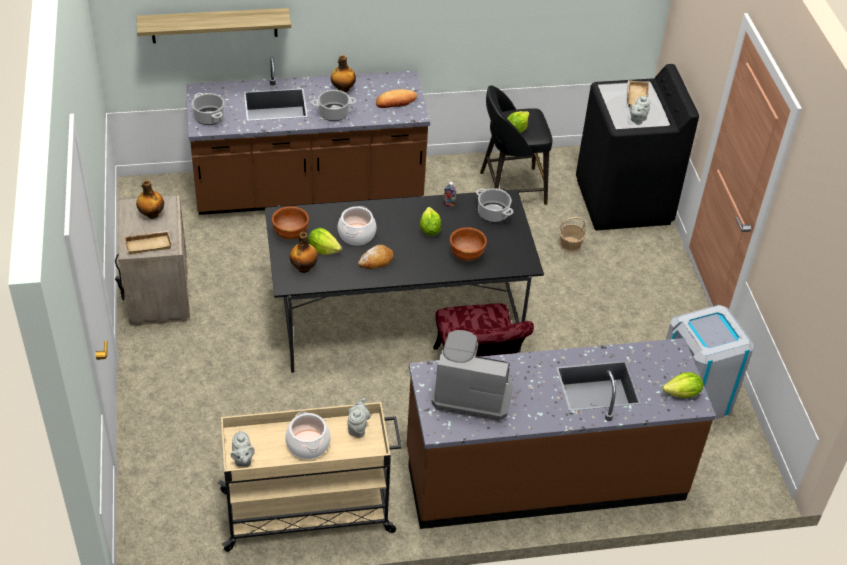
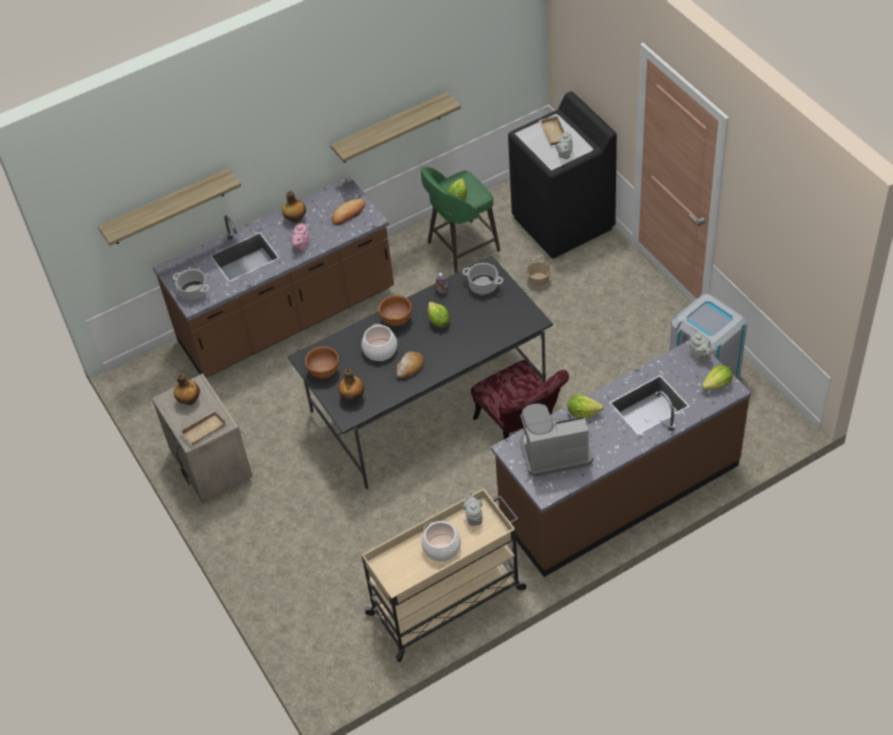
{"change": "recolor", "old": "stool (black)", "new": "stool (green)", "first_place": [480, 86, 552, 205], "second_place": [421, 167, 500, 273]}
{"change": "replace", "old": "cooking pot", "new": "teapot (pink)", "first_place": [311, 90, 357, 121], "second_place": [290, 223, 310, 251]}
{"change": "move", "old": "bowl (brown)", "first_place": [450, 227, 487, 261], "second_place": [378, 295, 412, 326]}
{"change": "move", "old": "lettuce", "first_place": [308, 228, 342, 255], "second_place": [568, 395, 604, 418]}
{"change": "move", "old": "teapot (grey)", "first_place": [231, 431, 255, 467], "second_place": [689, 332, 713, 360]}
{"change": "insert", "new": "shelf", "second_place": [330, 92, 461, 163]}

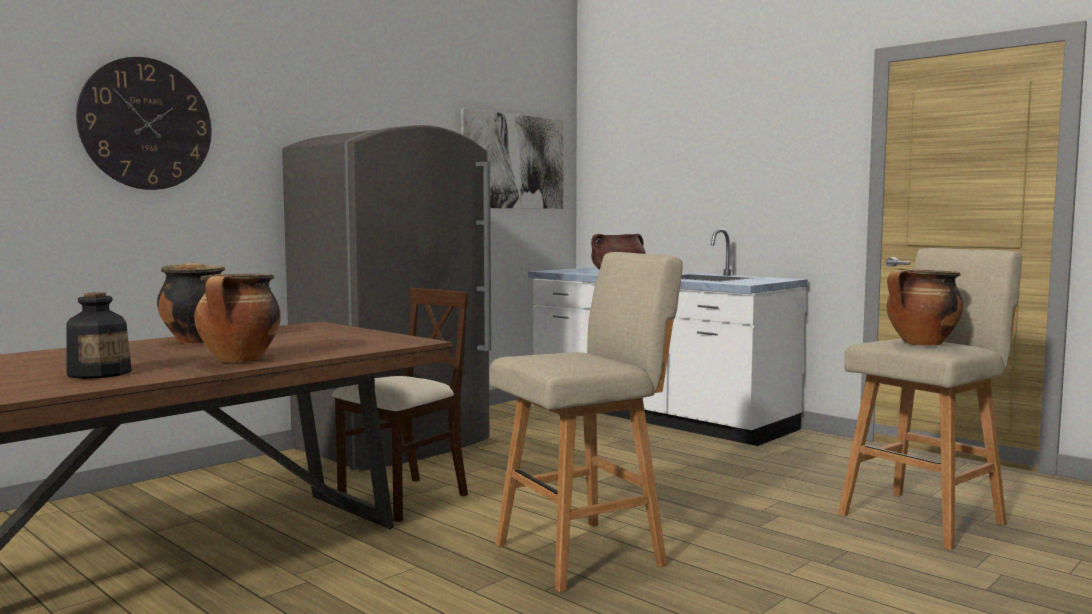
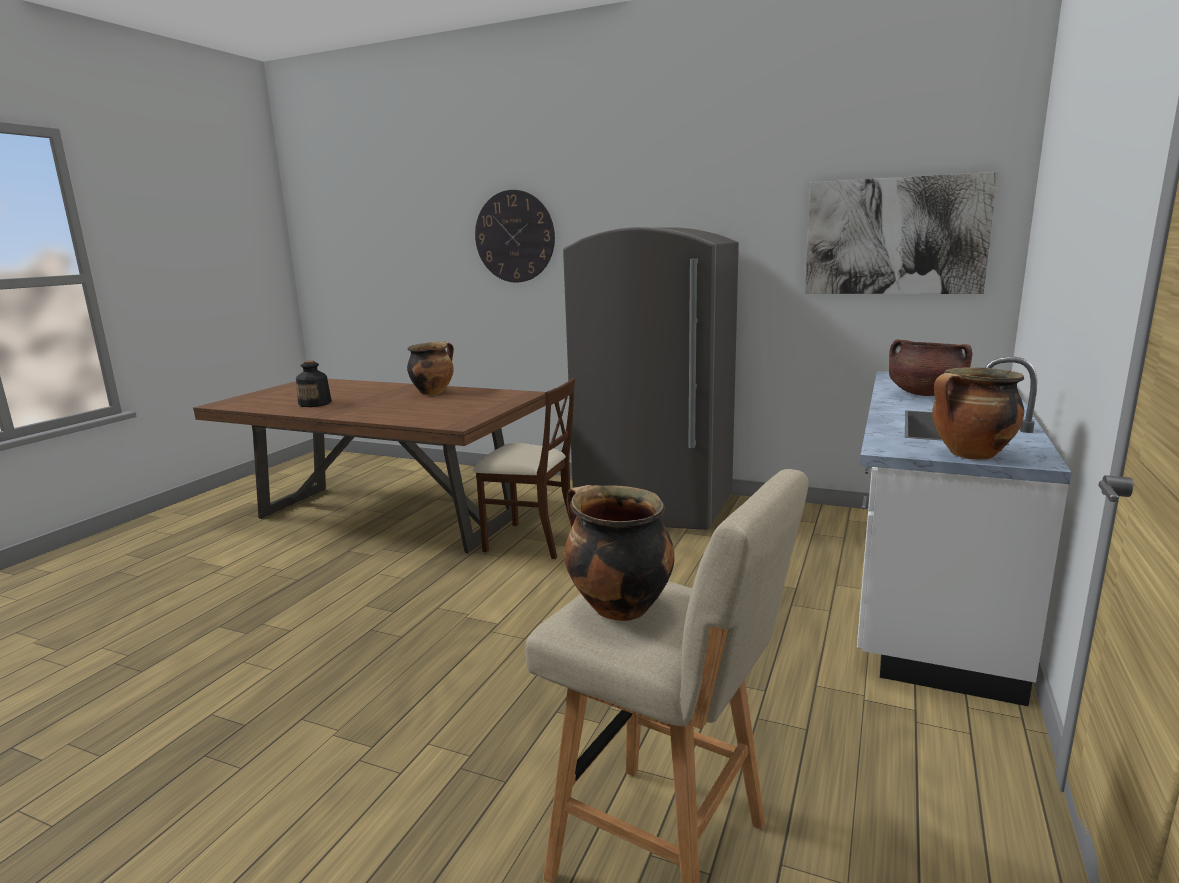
{"change": "delete", "old": "stool (beige)", "first_place": [490, 252, 683, 592]}
{"change": "move", "old": "cooking pot", "first_place": [194, 274, 281, 362], "second_place": [932, 367, 1024, 459]}

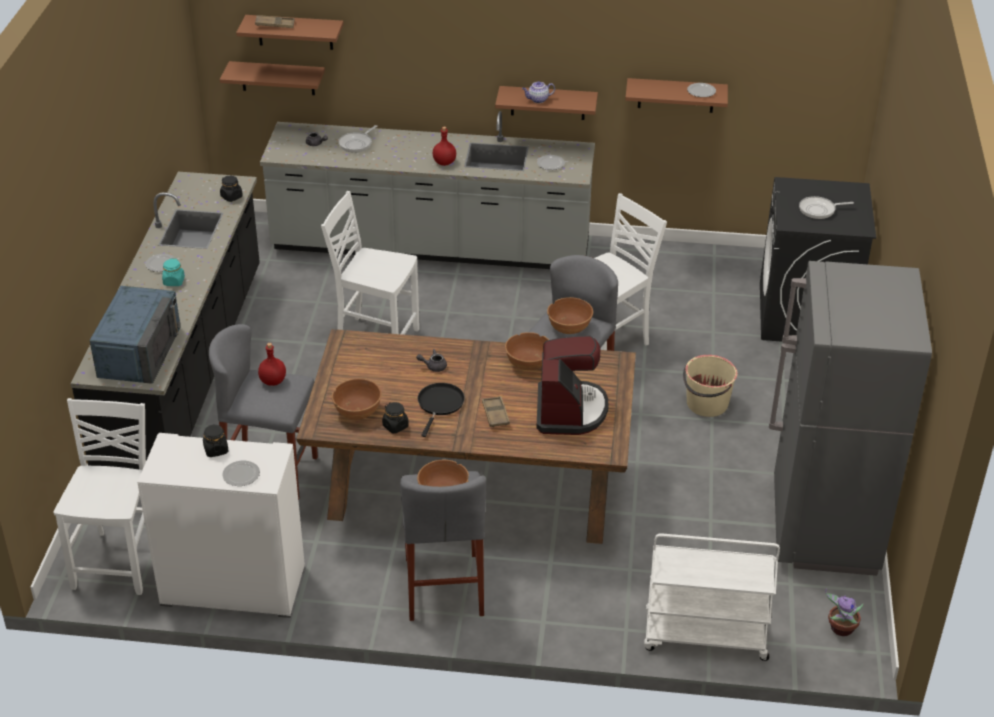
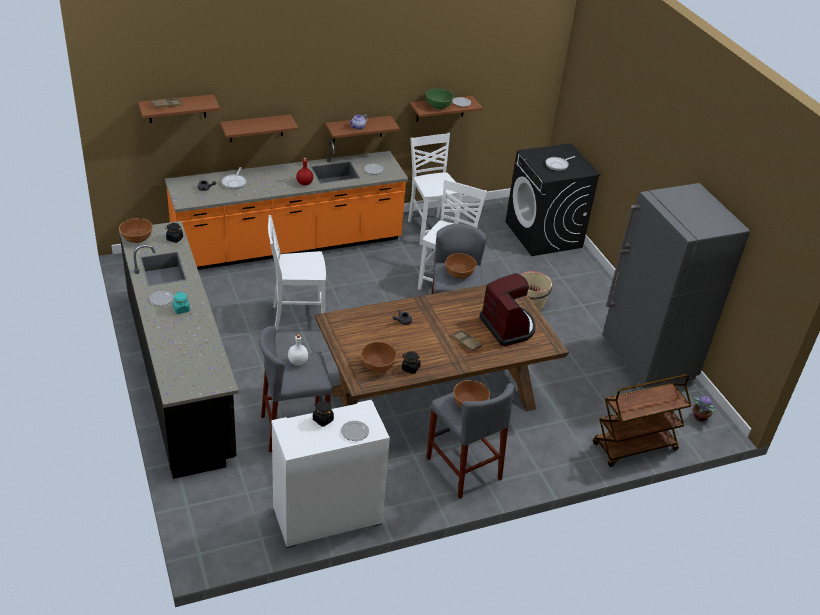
{"change": "move", "old": "shelf (brown)", "first_place": [220, 61, 325, 95], "second_place": [220, 114, 298, 142]}
{"change": "recolor", "old": "counter (grey)", "new": "counter (orange)", "first_place": [260, 111, 595, 269], "second_place": [165, 140, 408, 270]}
{"change": "delete", "old": "microwave (blue)", "first_place": [90, 286, 181, 384]}
{"change": "move", "old": "bowl (brown)", "first_place": [505, 332, 549, 370], "second_place": [119, 218, 153, 243]}
{"change": "recolor", "old": "bottle (red)", "new": "bottle (white)", "first_place": [258, 343, 286, 386], "second_place": [288, 334, 308, 365]}
{"change": "delete", "old": "frying pan (black)", "first_place": [418, 383, 465, 437]}
{"change": "move", "old": "chair (white)", "first_place": [53, 398, 146, 595], "second_place": [408, 133, 463, 245]}
{"change": "recolor", "old": "cart (white)", "new": "cart (brown)", "first_place": [644, 533, 780, 661], "second_place": [593, 374, 692, 467]}
{"change": "insert", "new": "bowl (green)", "second_place": [426, 89, 454, 109]}

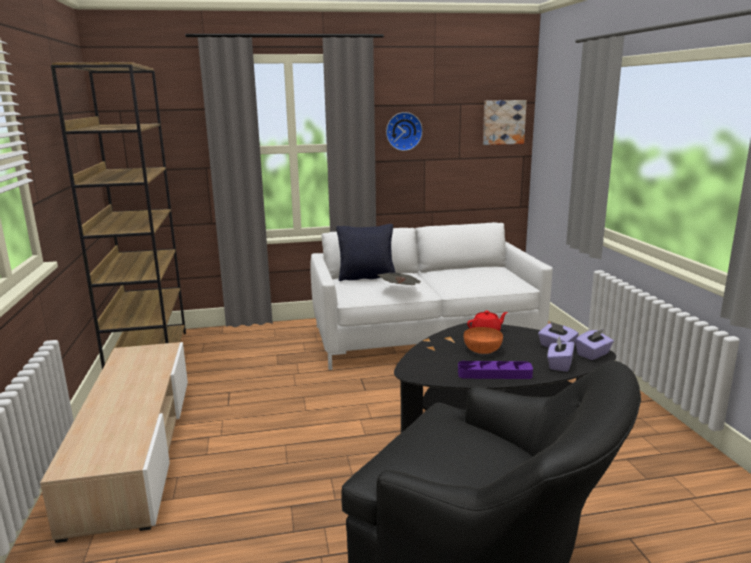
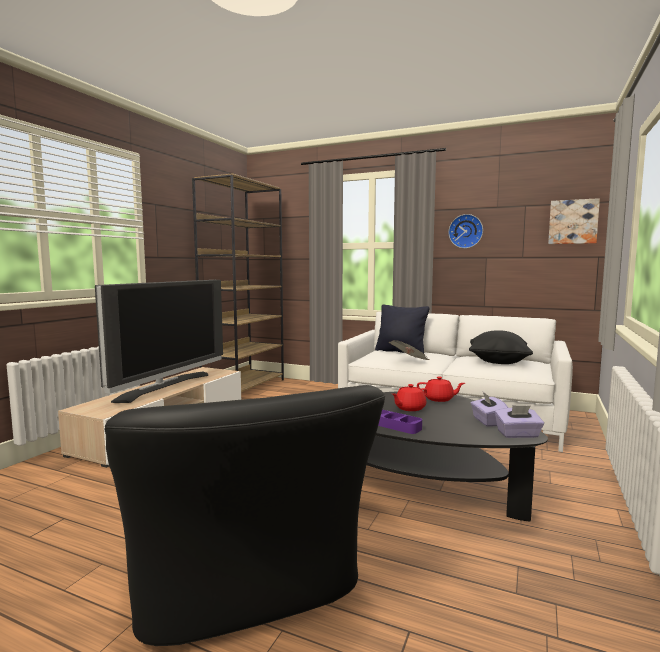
{"change": "replace", "old": "bowl (orange)", "new": "teapot (red)", "first_place": [464, 327, 503, 354], "second_place": [392, 384, 427, 411]}
{"change": "delete", "old": "tissue box (purple)", "first_place": [547, 336, 574, 372]}
{"change": "insert", "new": "television", "second_place": [95, 280, 223, 403]}
{"change": "insert", "new": "pillow (black)", "second_place": [469, 330, 533, 364]}

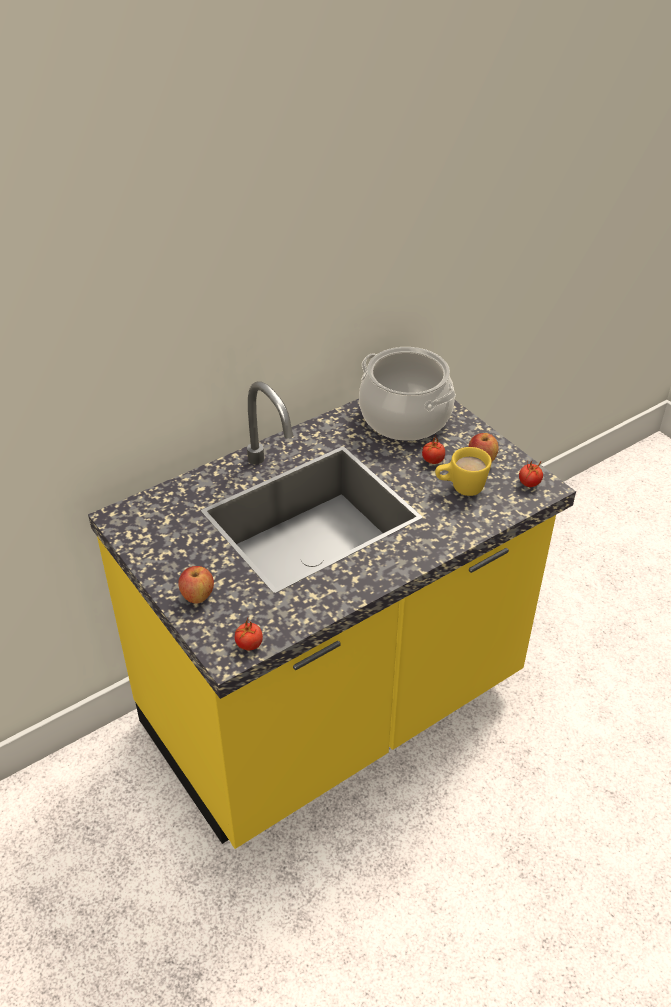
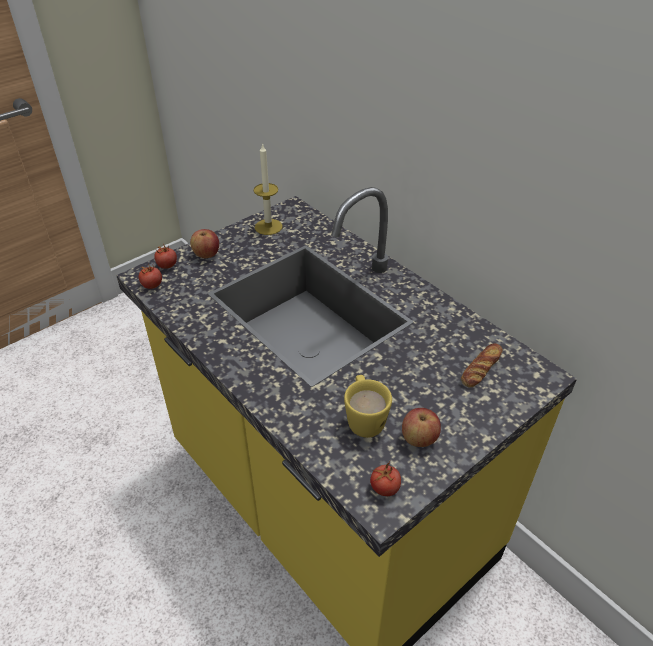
{"change": "replace", "old": "cooking pot", "new": "bread", "first_place": [359, 347, 456, 441], "second_place": [461, 343, 503, 388]}
{"change": "move", "old": "tomato", "first_place": [422, 436, 445, 464], "second_place": [154, 244, 177, 269]}
{"change": "insert", "new": "candle", "second_place": [253, 143, 283, 235]}

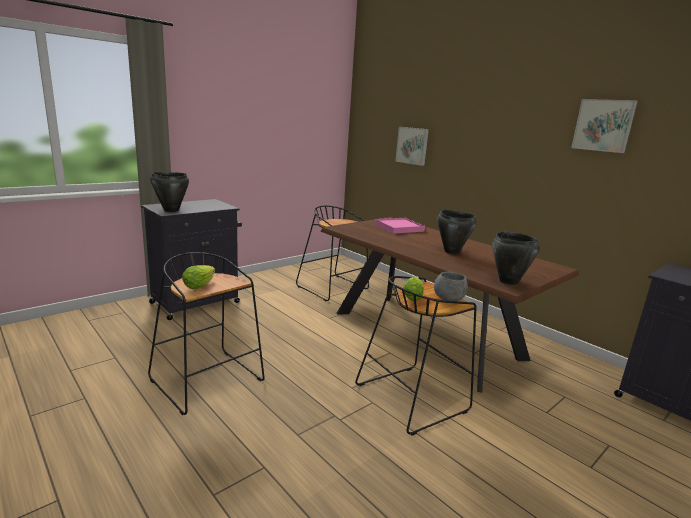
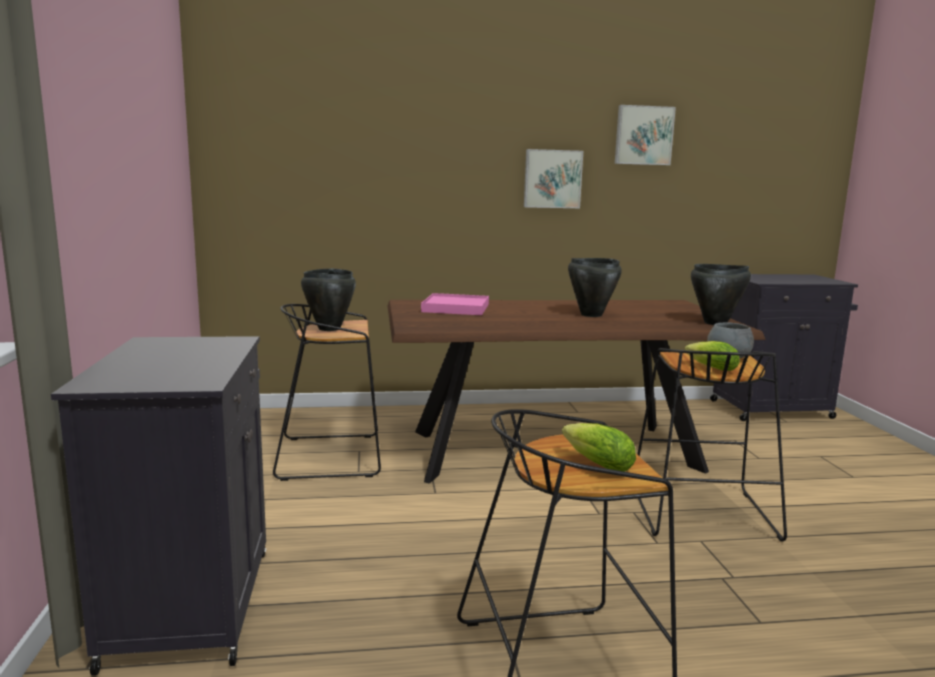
{"change": "move", "old": "picture", "first_place": [395, 127, 429, 166], "second_place": [524, 149, 583, 208]}
{"change": "move", "old": "cooking pot (black)", "first_place": [150, 172, 189, 212], "second_place": [301, 269, 356, 331]}

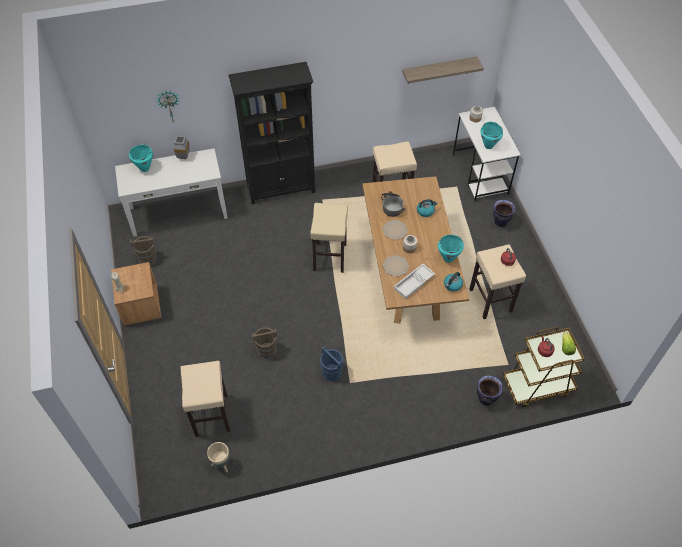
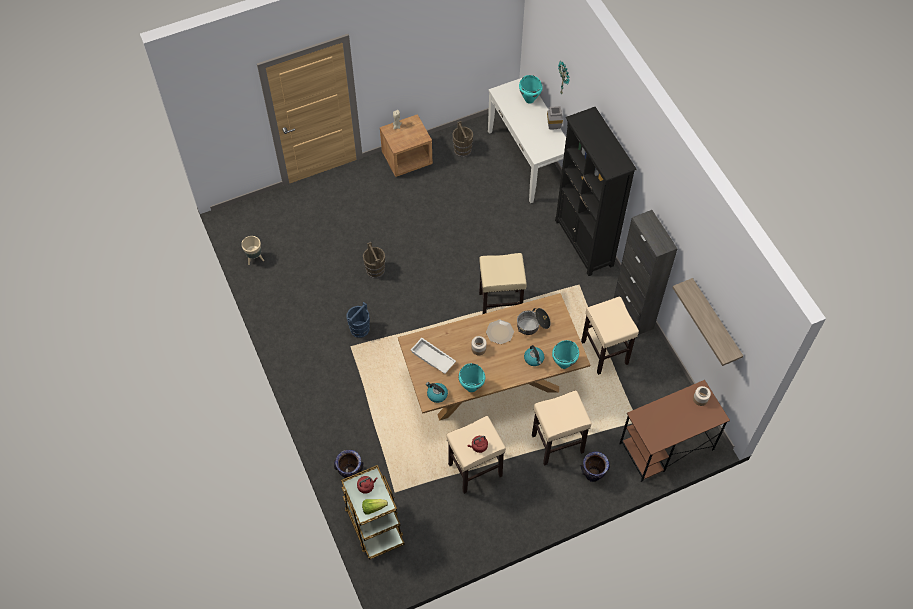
{"change": "recolor", "old": "desk (white)", "new": "desk (brown)", "first_place": [453, 106, 521, 202], "second_place": [619, 380, 730, 482]}
{"change": "move", "old": "cooking pot (turquoise)", "first_place": [481, 122, 503, 149], "second_place": [552, 340, 579, 369]}
{"change": "delete", "old": "plate", "first_place": [383, 255, 409, 277]}
{"change": "move", "old": "stool (beige)", "first_place": [180, 361, 230, 437], "second_place": [532, 391, 592, 466]}
{"change": "insert", "new": "cabinet (black)", "second_place": [614, 210, 678, 335]}

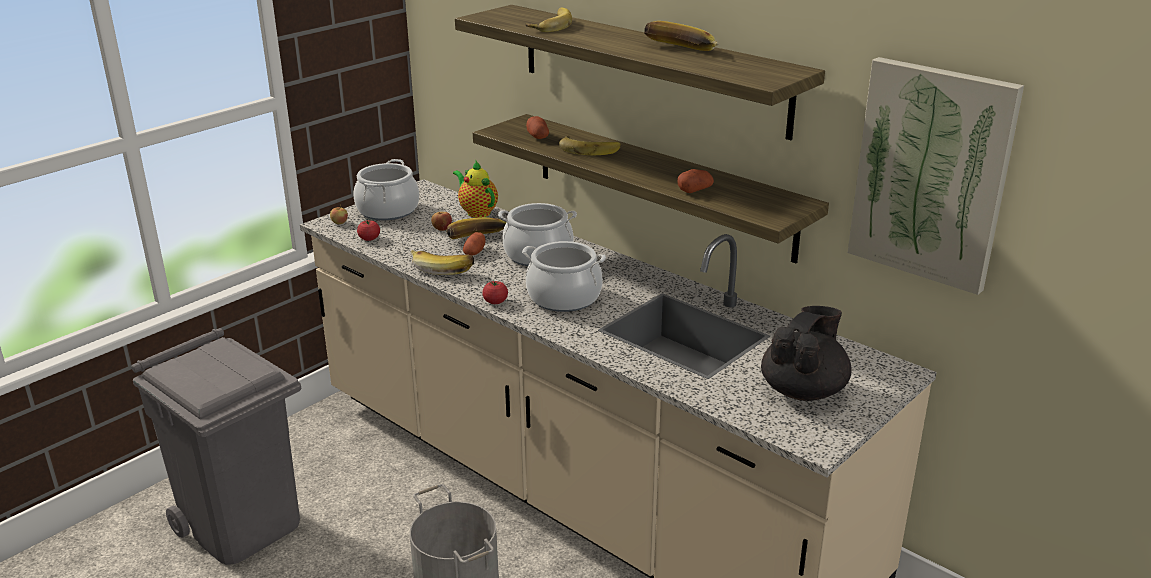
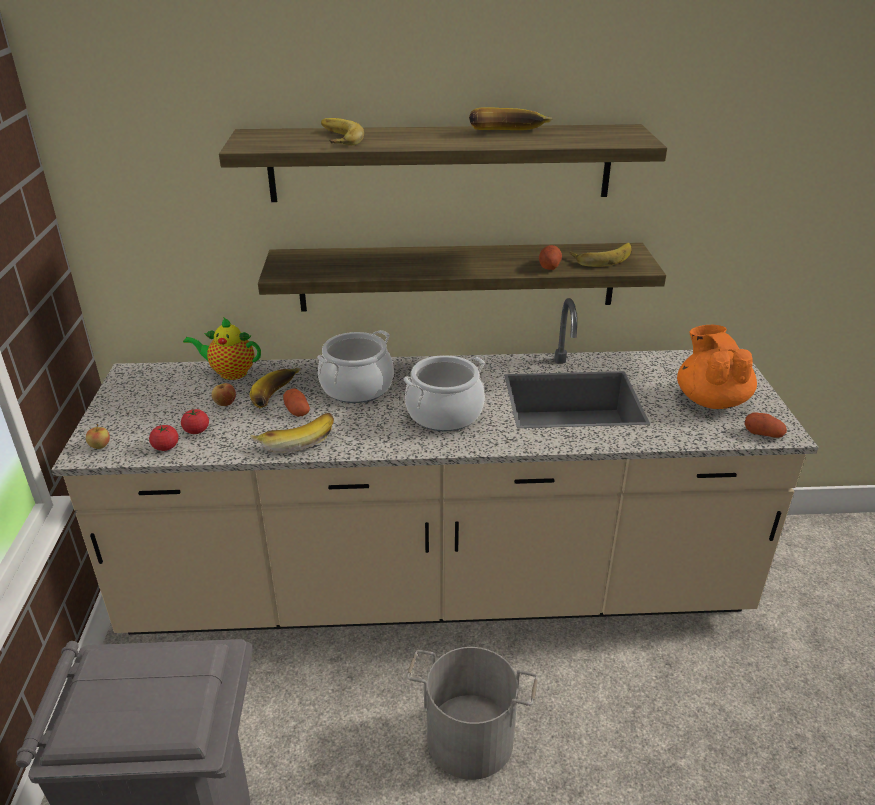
{"change": "delete", "old": "picture", "first_place": [848, 57, 1024, 295]}
{"change": "move", "old": "potato", "first_place": [526, 116, 549, 139], "second_place": [745, 412, 787, 438]}
{"change": "move", "old": "banana", "first_place": [559, 135, 621, 155], "second_place": [570, 243, 631, 267]}
{"change": "delete", "old": "cooking pot", "first_place": [354, 159, 419, 220]}
{"change": "move", "old": "tomato", "first_place": [482, 281, 508, 304], "second_place": [181, 409, 209, 434]}
{"change": "recolor", "old": "teapot (black)", "new": "teapot (orange)", "first_place": [761, 306, 851, 401], "second_place": [677, 325, 757, 409]}

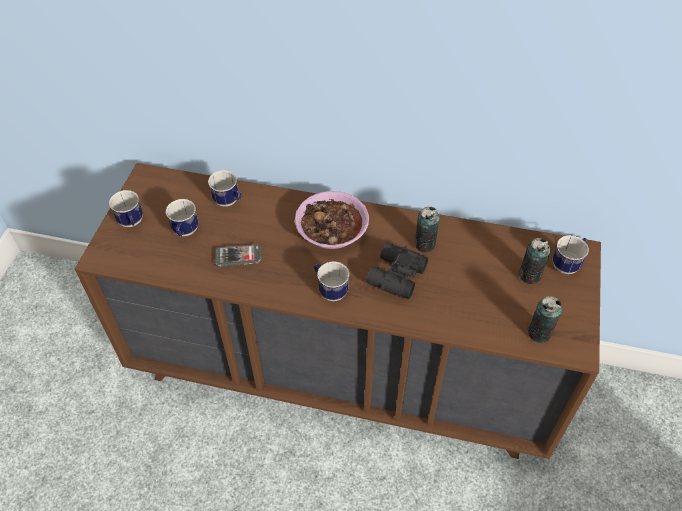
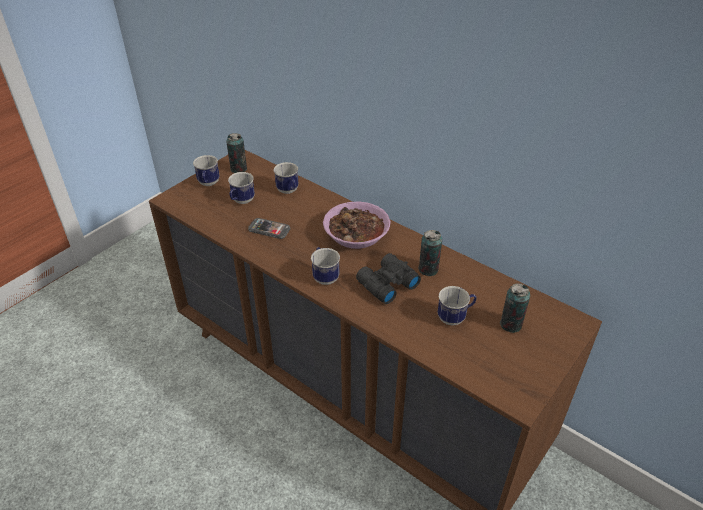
{"change": "move", "old": "mug", "first_place": [553, 235, 589, 274], "second_place": [438, 286, 477, 325]}
{"change": "move", "old": "can", "first_place": [528, 296, 562, 343], "second_place": [226, 133, 247, 173]}

